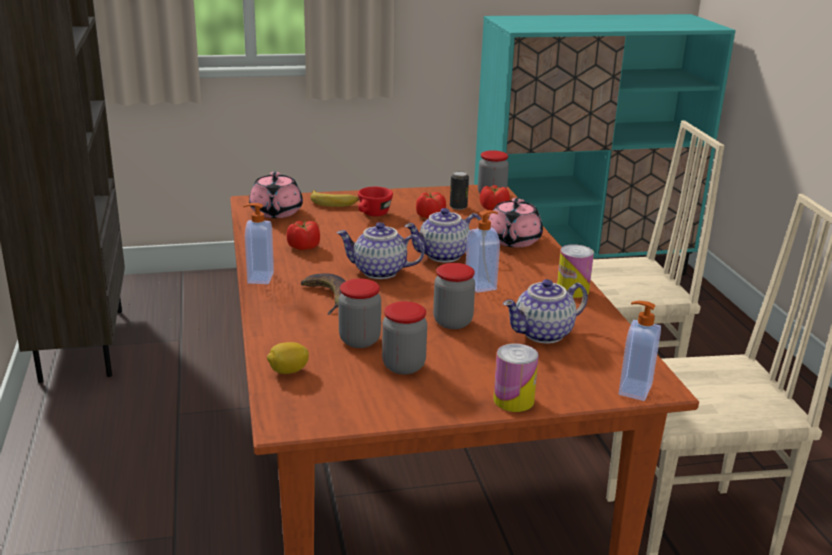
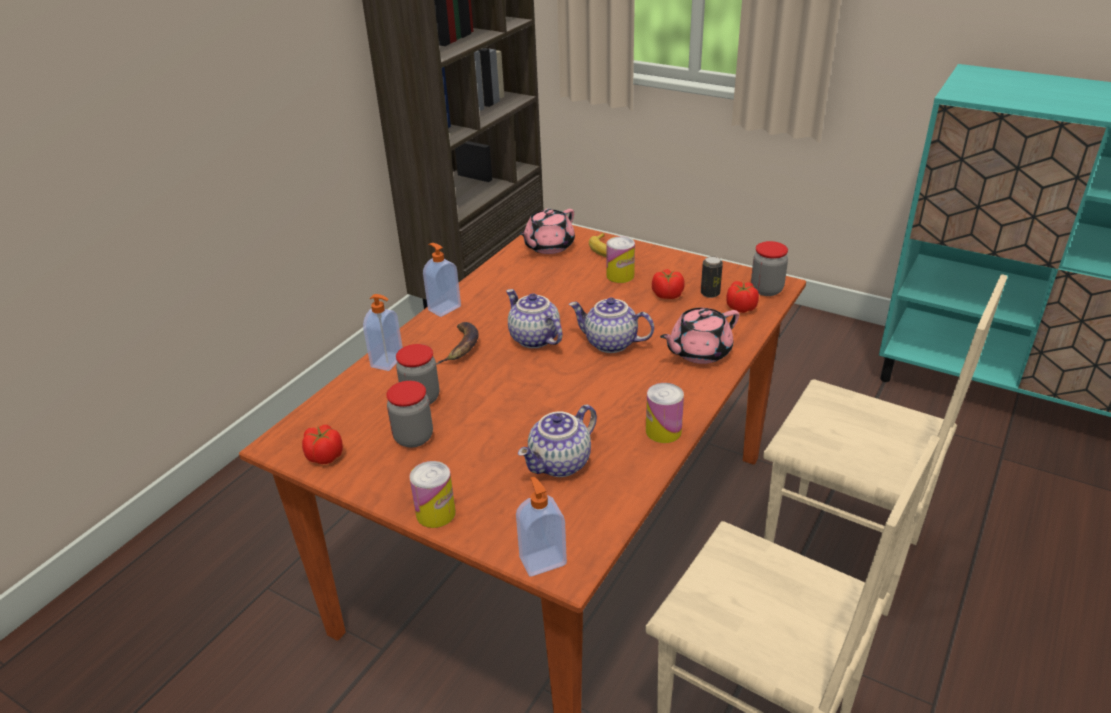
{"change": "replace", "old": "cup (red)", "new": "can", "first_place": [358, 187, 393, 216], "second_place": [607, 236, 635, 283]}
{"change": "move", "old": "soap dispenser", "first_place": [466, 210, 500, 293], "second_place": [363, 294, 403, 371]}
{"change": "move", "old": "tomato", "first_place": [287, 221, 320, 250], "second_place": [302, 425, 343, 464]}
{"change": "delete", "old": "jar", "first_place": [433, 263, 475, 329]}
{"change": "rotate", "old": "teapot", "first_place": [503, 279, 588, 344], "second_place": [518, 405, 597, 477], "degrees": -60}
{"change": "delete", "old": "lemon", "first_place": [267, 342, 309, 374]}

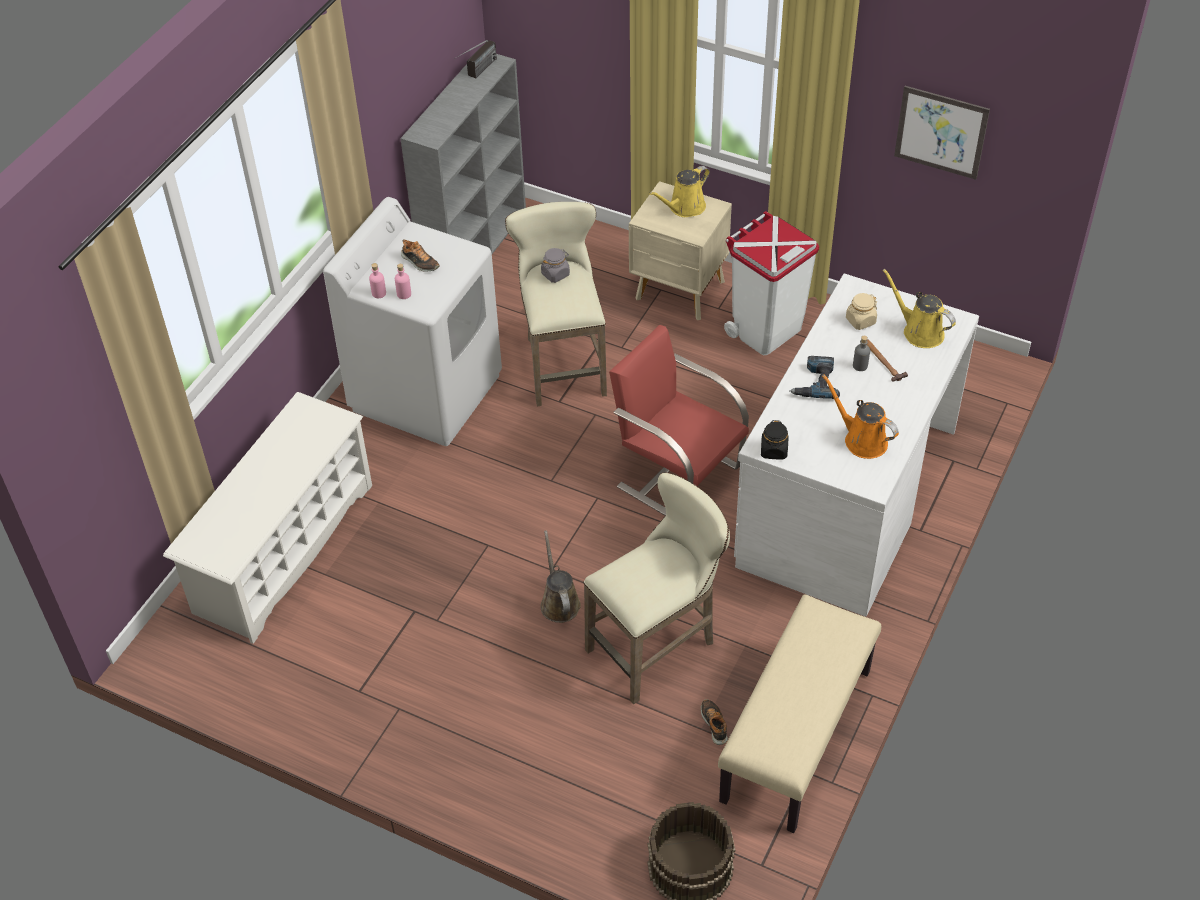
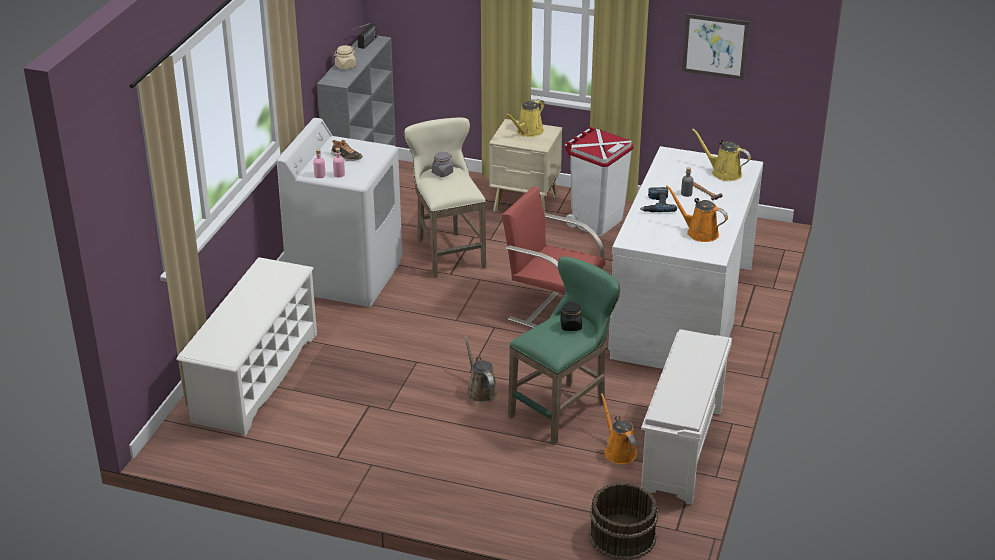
{"change": "move", "old": "jar (beige)", "first_place": [846, 293, 877, 330], "second_place": [334, 45, 356, 70]}
{"change": "move", "old": "jar (black)", "first_place": [761, 420, 788, 459], "second_place": [561, 301, 582, 331]}
{"change": "recolor", "old": "stool (beige)", "new": "stool (green)", "first_place": [584, 472, 730, 704], "second_place": [508, 256, 620, 445]}
{"change": "replace", "old": "bench (beige)", "new": "shoe rack (white)", "first_place": [718, 594, 881, 833], "second_place": [641, 329, 732, 505]}
{"change": "replace", "old": "shoe", "new": "watering can (orange)", "first_place": [701, 699, 728, 745], "second_place": [601, 393, 637, 464]}

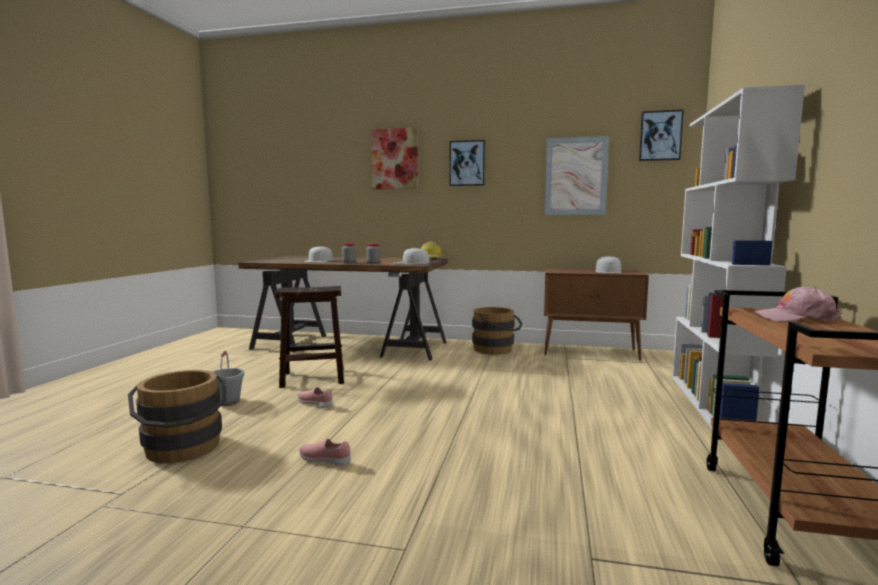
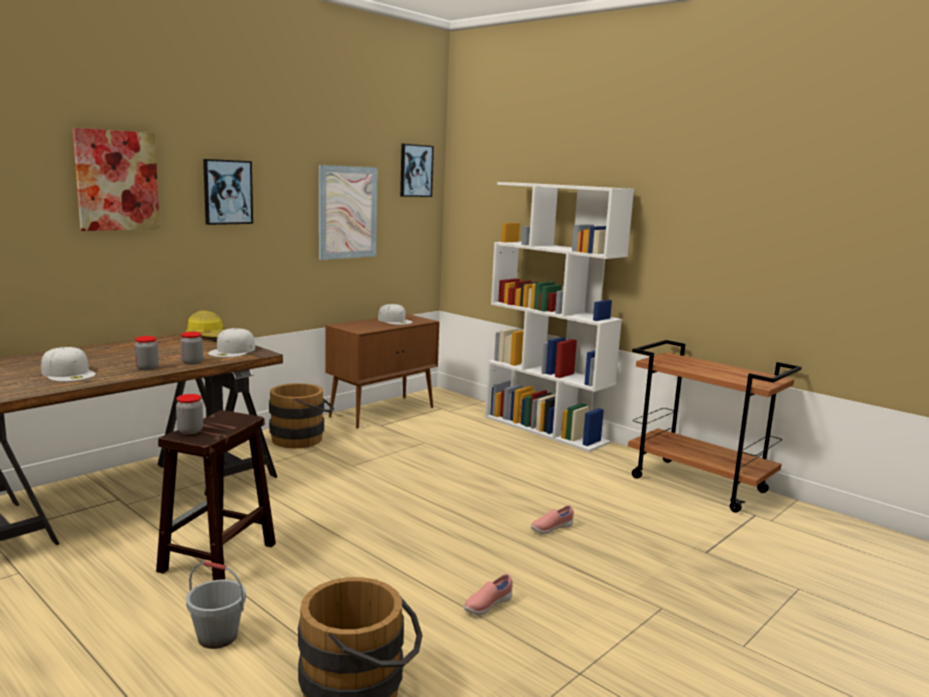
{"change": "delete", "old": "cap (pink)", "first_place": [754, 286, 842, 321]}
{"change": "move", "old": "shoe (pink)", "first_place": [297, 387, 333, 408], "second_place": [531, 505, 574, 534]}
{"change": "insert", "new": "jar", "second_place": [176, 394, 203, 434]}

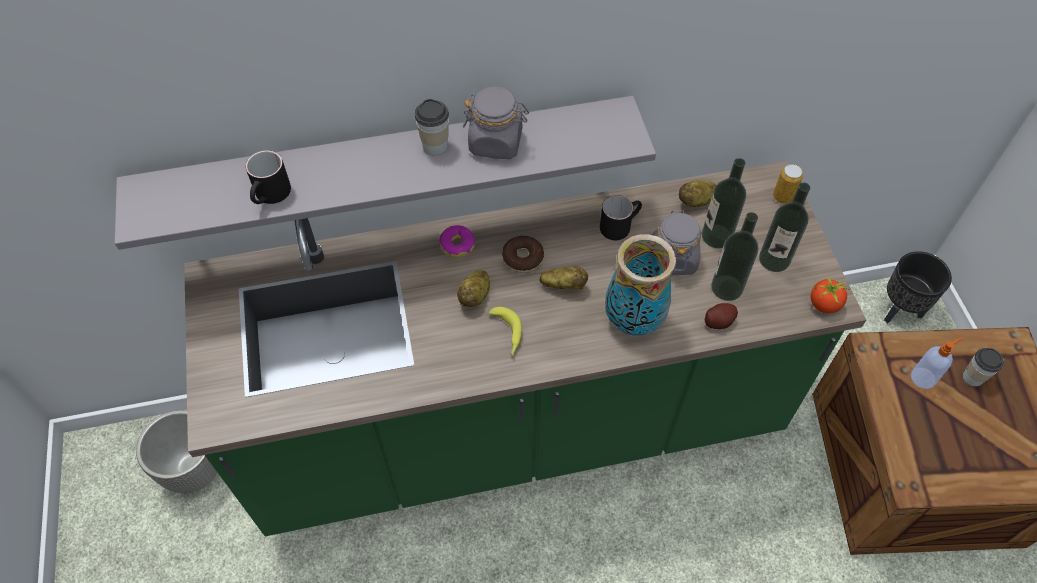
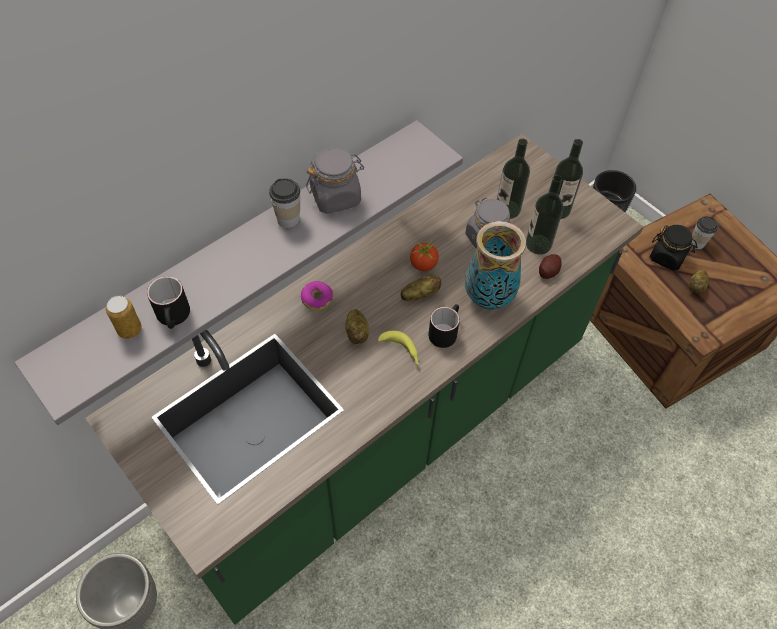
{"change": "move", "old": "can", "first_place": [773, 164, 803, 204], "second_place": [106, 296, 142, 339]}
{"change": "move", "old": "potato", "first_place": [679, 180, 717, 207], "second_place": [689, 270, 709, 293]}
{"change": "move", "old": "mug (black)", "first_place": [600, 195, 642, 240], "second_place": [428, 304, 460, 348]}
{"change": "delete", "old": "donut", "first_place": [502, 236, 544, 273]}
{"change": "move", "old": "tomato", "first_place": [810, 276, 850, 313], "second_place": [410, 241, 439, 271]}
{"change": "replace", "old": "soap dispenser", "new": "jar (black)", "first_place": [911, 338, 962, 389], "second_place": [650, 225, 697, 271]}

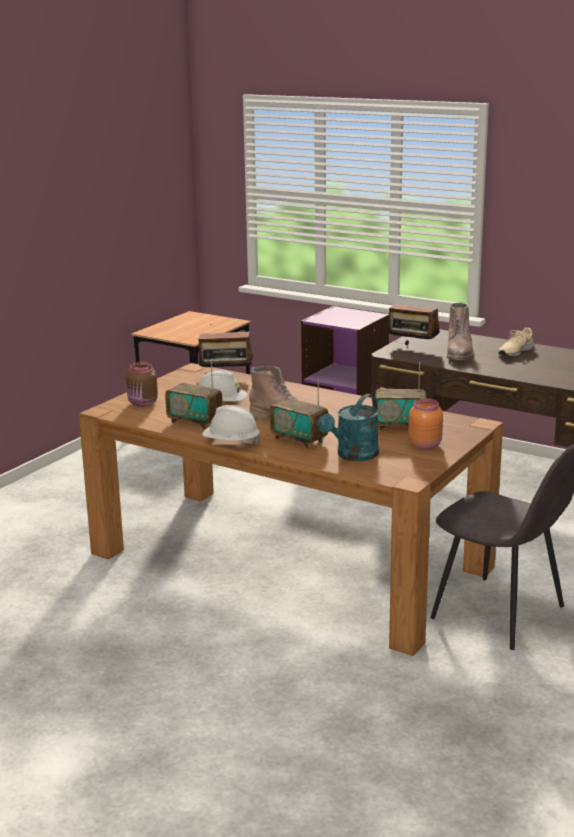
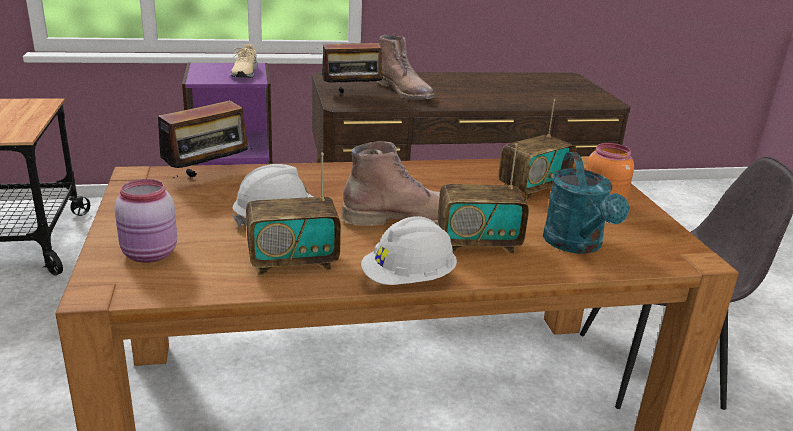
{"change": "move", "old": "shoe (beige)", "first_place": [498, 327, 534, 357], "second_place": [231, 44, 258, 78]}
{"change": "recolor", "old": "jar (brown)", "new": "jar (pink)", "first_place": [126, 362, 158, 407], "second_place": [114, 179, 177, 263]}

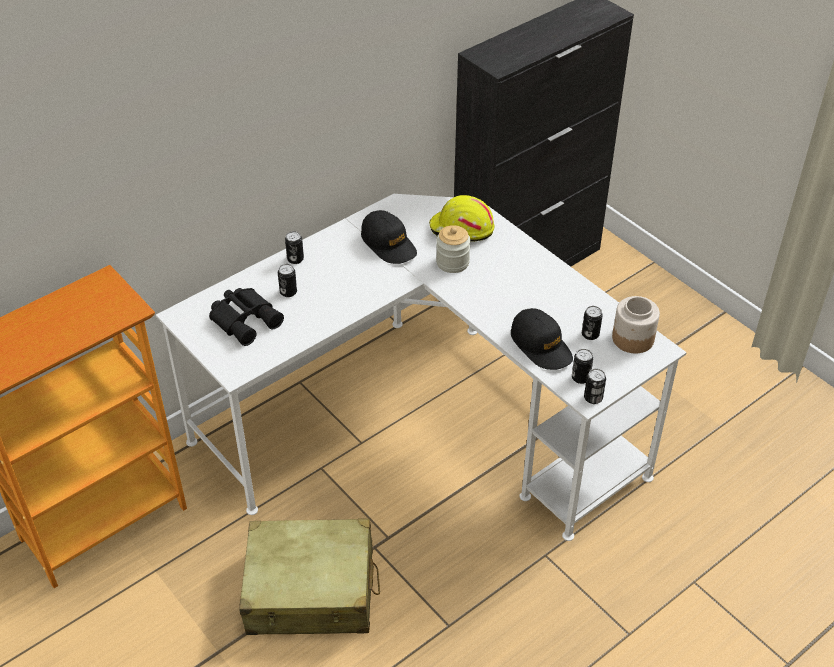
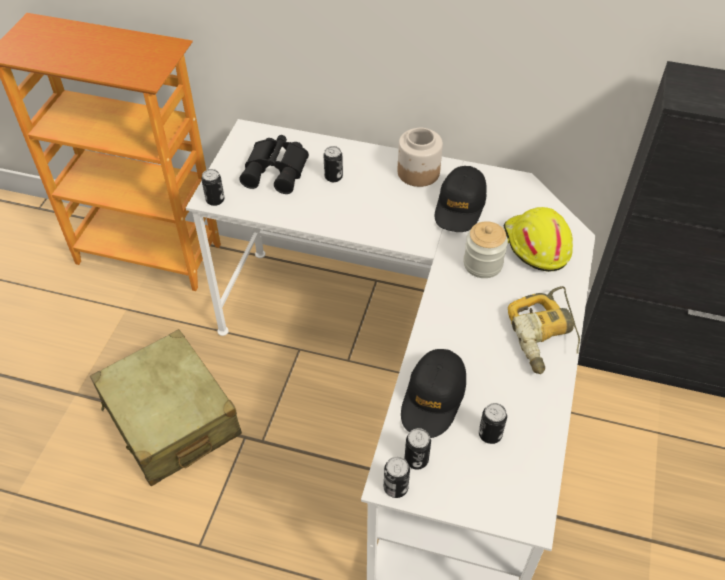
{"change": "move", "old": "can", "first_place": [285, 231, 304, 264], "second_place": [201, 169, 225, 206]}
{"change": "move", "old": "jar", "first_place": [612, 296, 660, 353], "second_place": [398, 128, 443, 187]}
{"change": "insert", "new": "power drill", "second_place": [508, 286, 580, 374]}

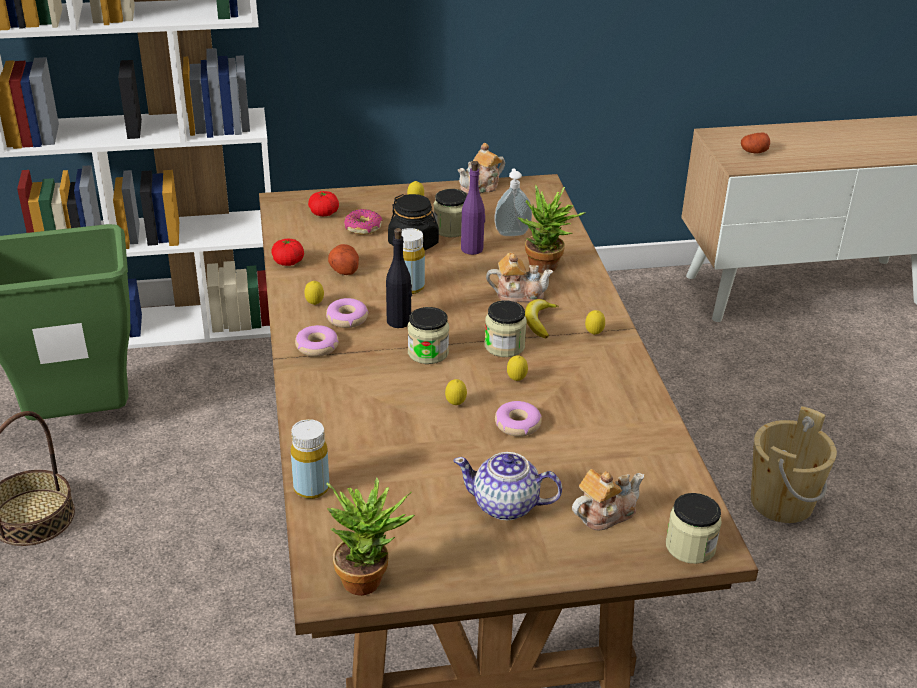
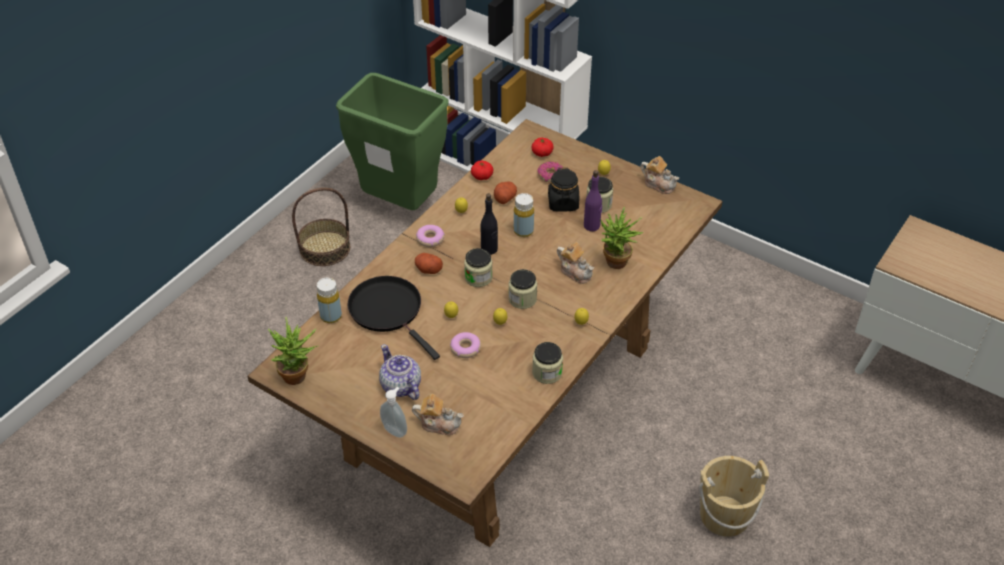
{"change": "move", "old": "potato", "first_place": [741, 132, 770, 154], "second_place": [415, 253, 443, 274]}
{"change": "rotate", "old": "teapot", "first_place": [458, 143, 505, 194], "second_place": [640, 156, 679, 194], "degrees": -150}
{"change": "move", "old": "soap dispenser", "first_place": [495, 168, 532, 236], "second_place": [380, 387, 407, 438]}
{"change": "delete", "old": "donut", "first_place": [326, 298, 369, 328]}
{"change": "delete", "old": "banana", "first_place": [525, 299, 559, 338]}
{"change": "move", "old": "jar", "first_place": [666, 493, 721, 564], "second_place": [532, 342, 563, 384]}
{"change": "insert", "new": "frying pan (black)", "second_place": [348, 276, 440, 360]}

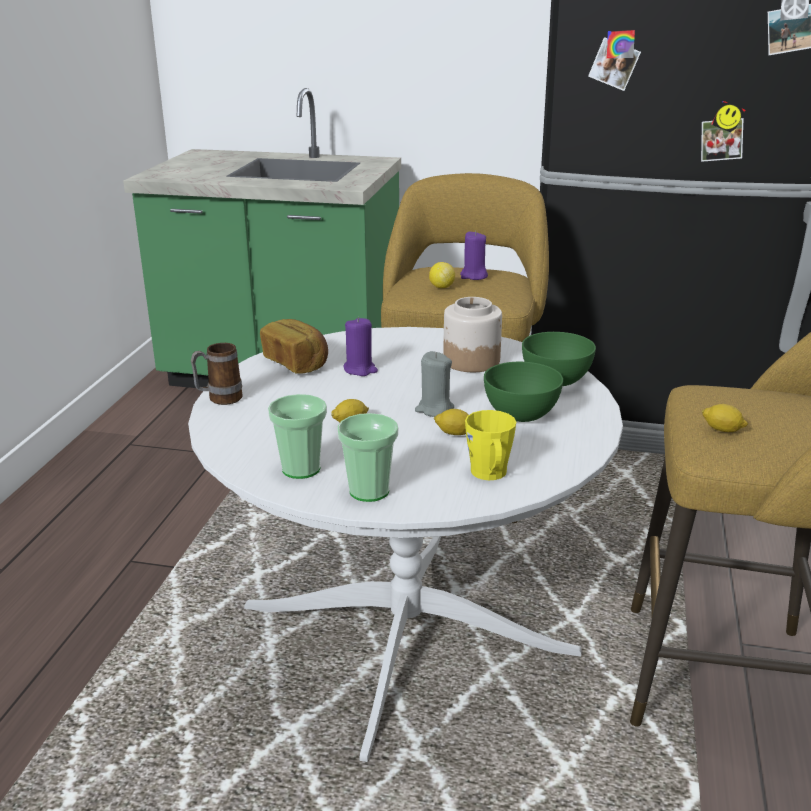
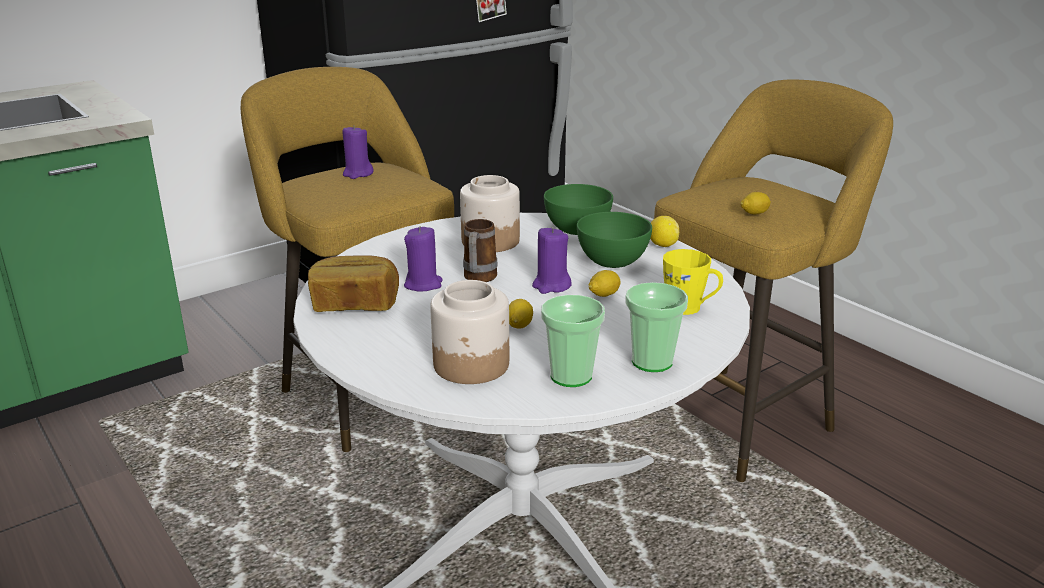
{"change": "move", "old": "lemon", "first_place": [429, 262, 455, 288], "second_place": [650, 216, 679, 247]}
{"change": "move", "old": "mug", "first_place": [191, 343, 243, 405], "second_place": [463, 219, 498, 282]}
{"change": "recolor", "old": "candle (grey)", "new": "candle (purple)", "first_place": [415, 351, 454, 417], "second_place": [532, 227, 572, 294]}
{"change": "insert", "new": "jar", "second_place": [430, 280, 509, 384]}

